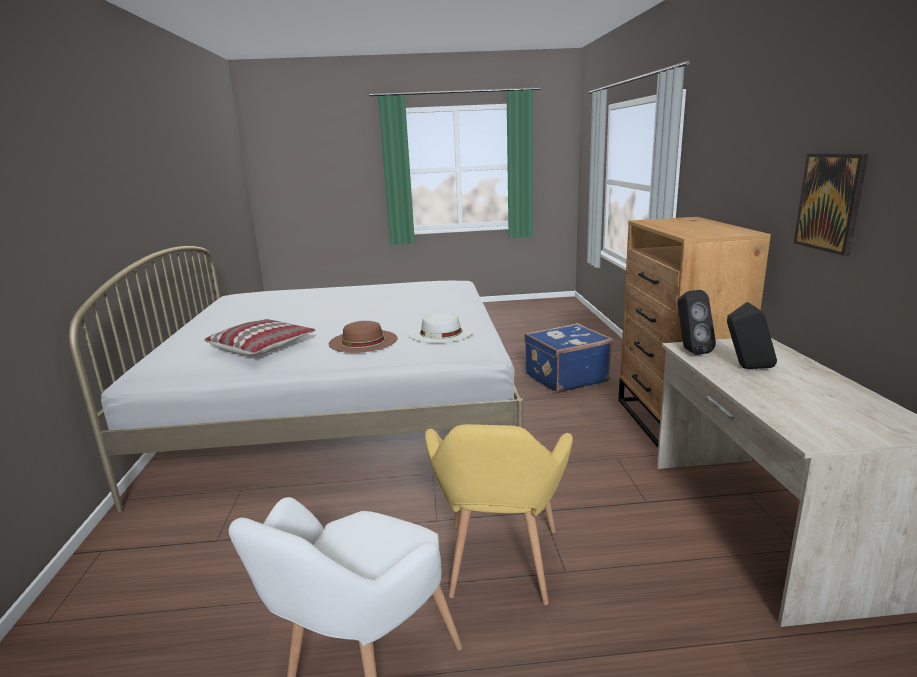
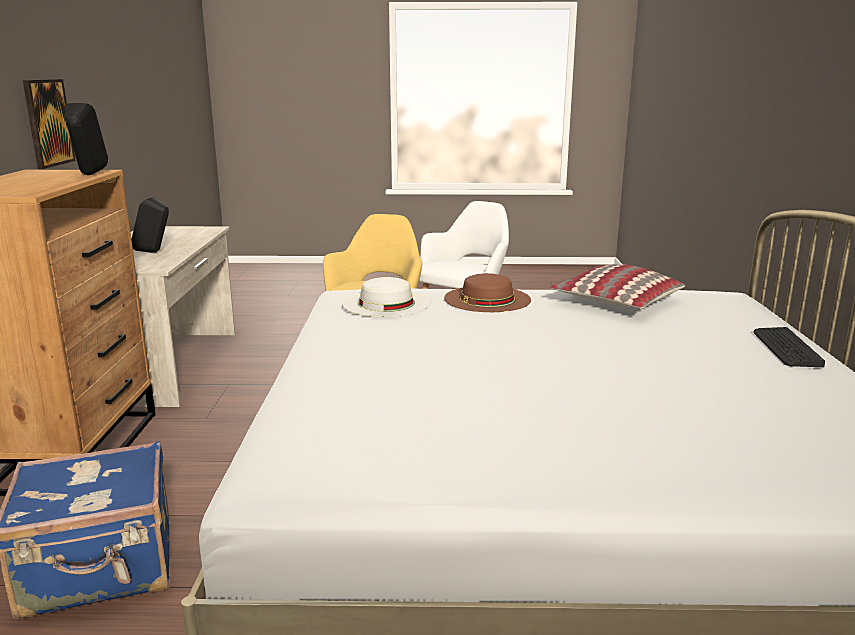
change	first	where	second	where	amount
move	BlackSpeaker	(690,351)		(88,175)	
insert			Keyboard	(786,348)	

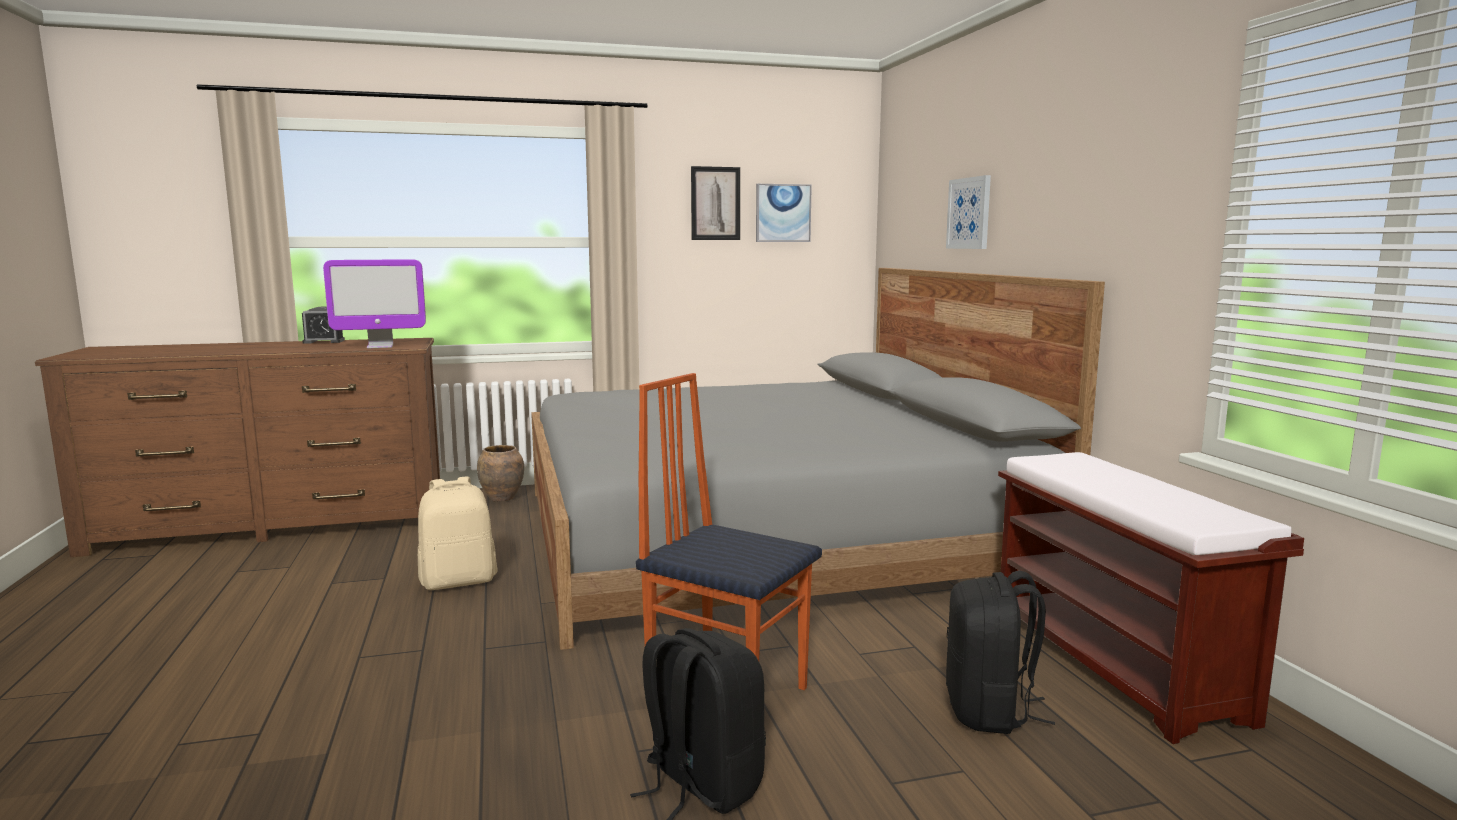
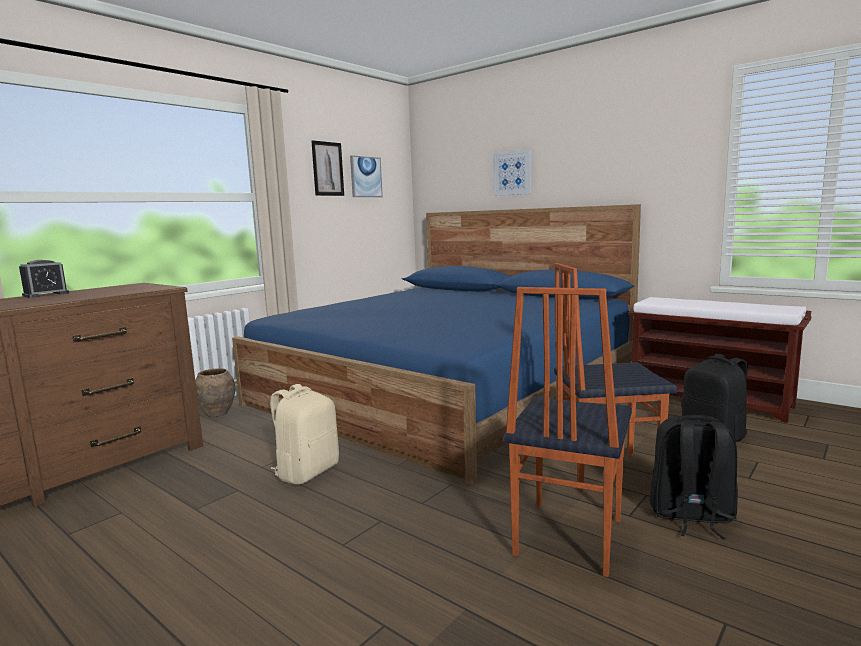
change	first	where	second	where	amount
delete	Monitor	(380,346)			
recolor	GreyBed	(766,534)	BlueBed	(447,389)	
insert			Chair	(566,537)	

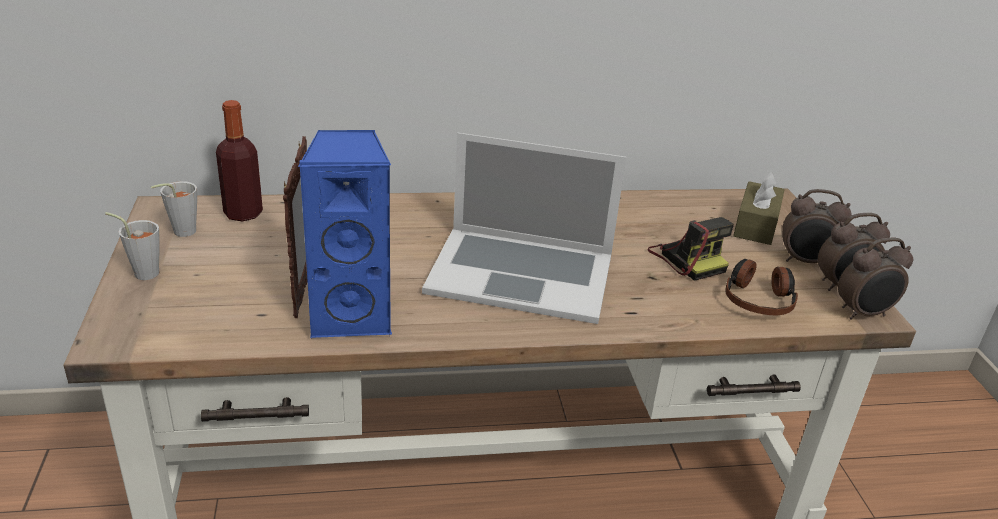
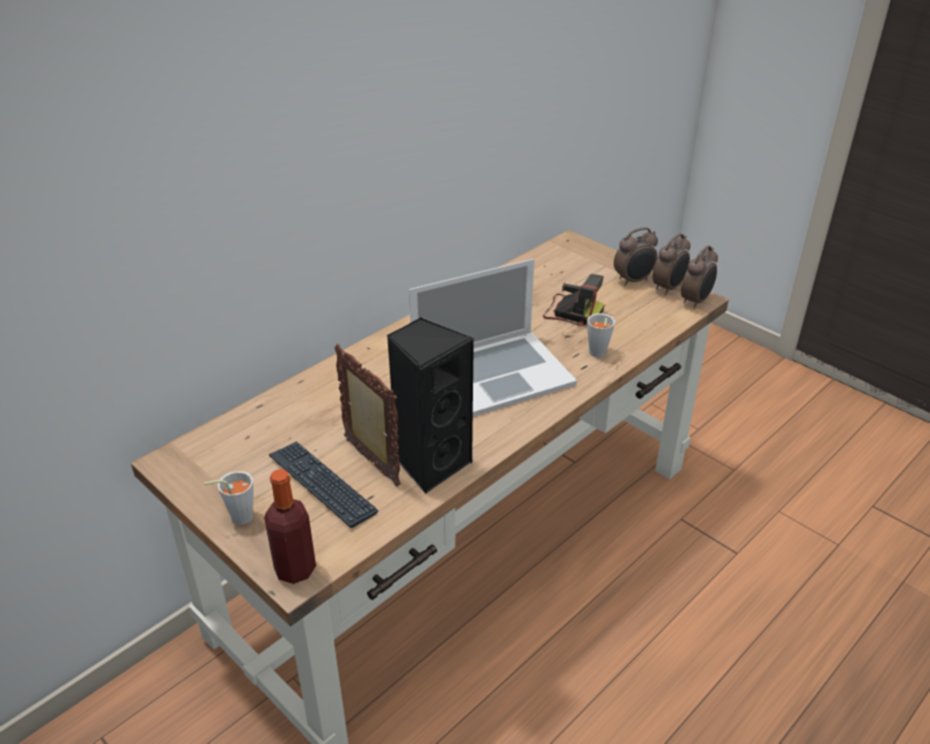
change	first	where	second	where	amount
move	GreyCup	(180,232)		(597,354)	
move	Bottle	(243,213)		(295,569)	
recolor	BlueSpeaker	(352,316)	BlackSpeaker	(430,463)	
delete	Headphones	(758,299)			
delete	BrownTissueBox	(756,225)			
insert			Keyboard	(322,484)	

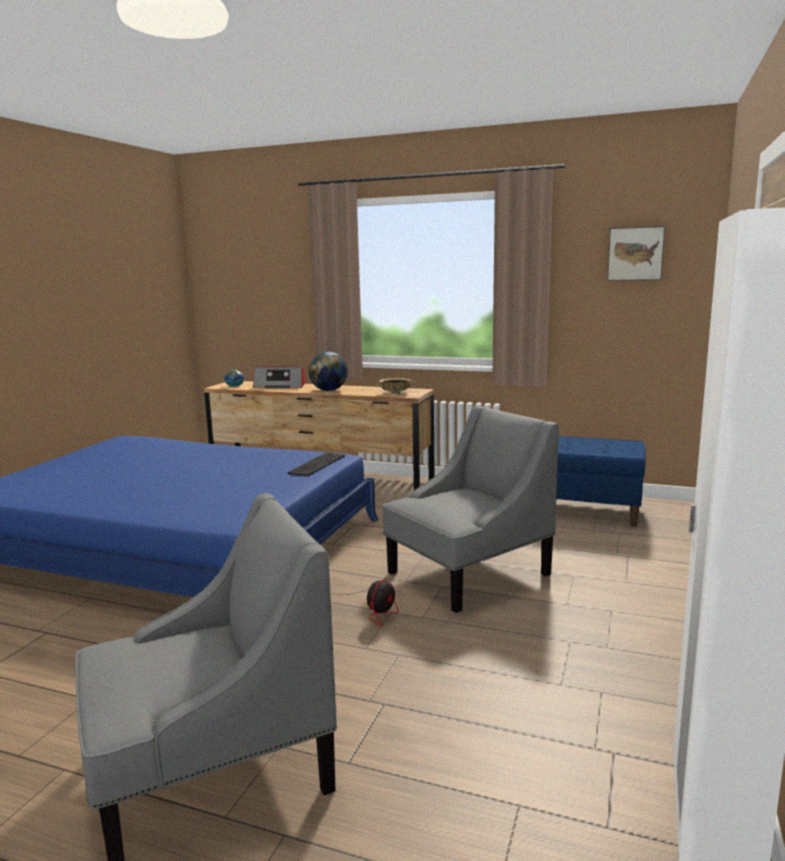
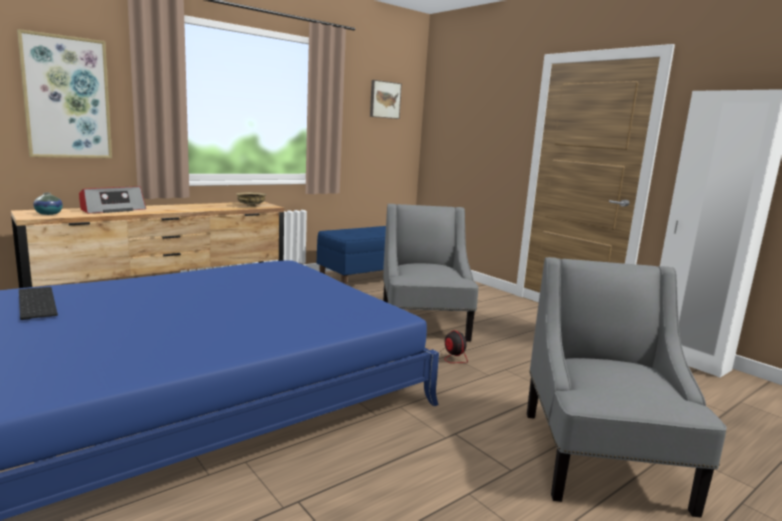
change	first	where	second	where	amount
move	Keyboard	(316,464)		(34,302)	
delete	Globe	(329,390)			
insert			Picture	(67,98)	

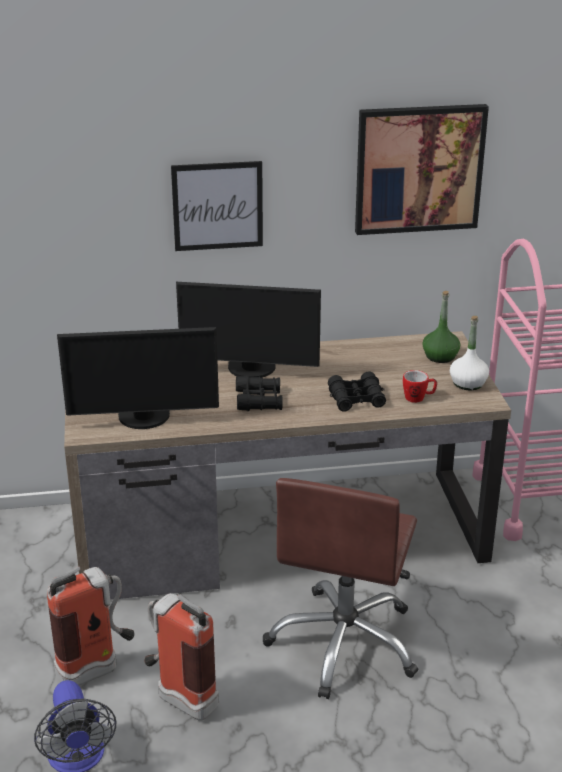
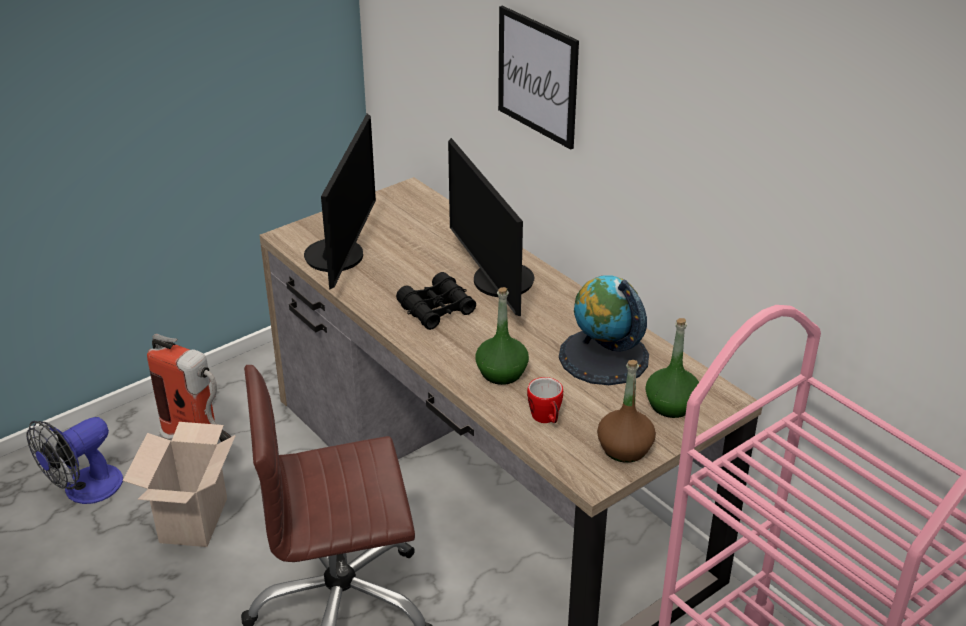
change	first	where	second	where	amount
rotate	Monitor	(144,418)		(341,256)	135 degrees counterclockwise
replace	FireExtinguisher	(179,697)	CardboardBox	(192,518)	
replace	BlackBinoculars	(356,399)	GreenBottle	(501,372)	
delete	Picture	(419,169)			
recolor	WhiteBottle	(468,383)	BrownBottle	(624,448)	
insert			Globe	(603,357)	

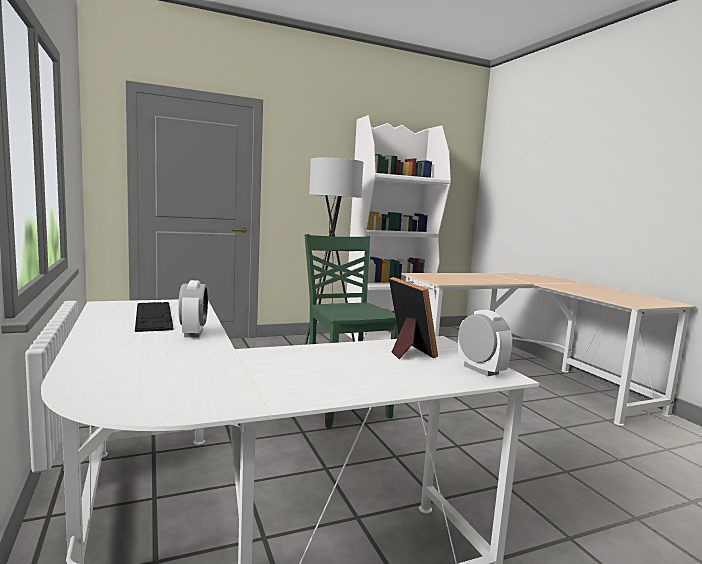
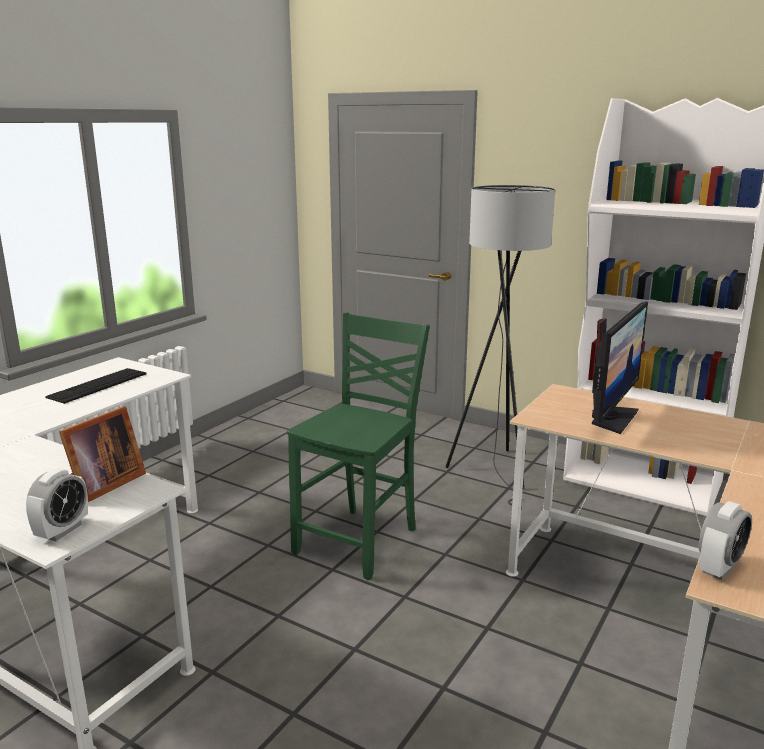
change	first	where	second	where	amount
move	AlarmClock	(193,333)		(719,568)	
insert			Monitor	(611,418)	

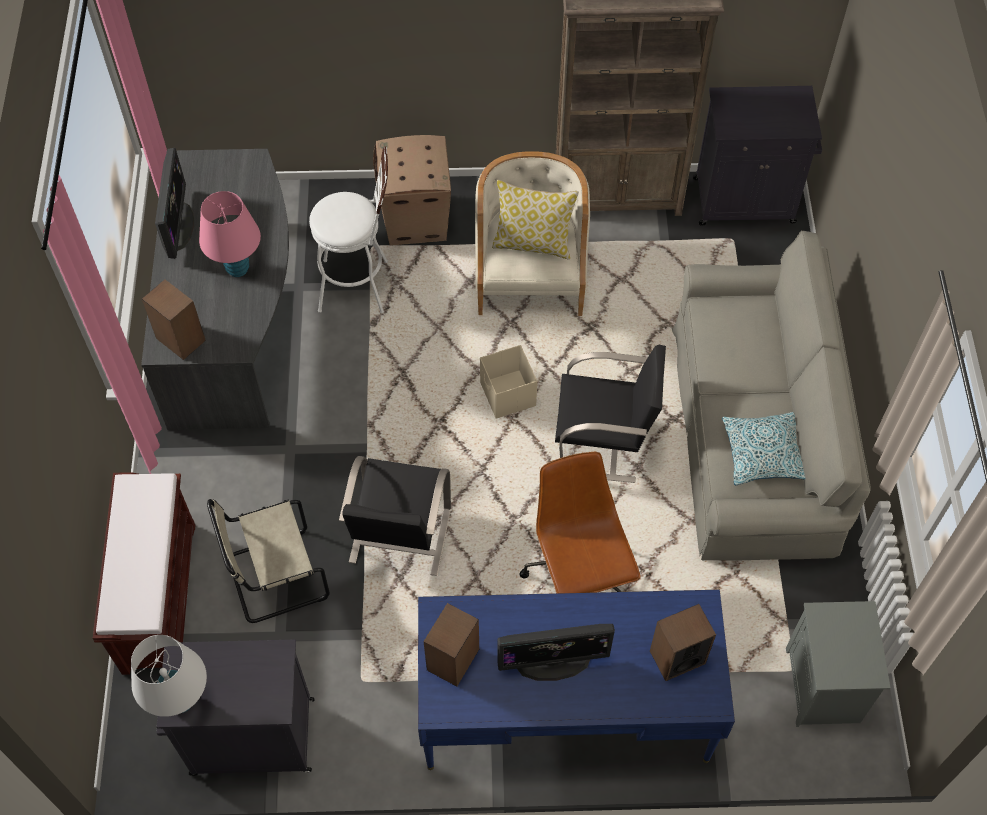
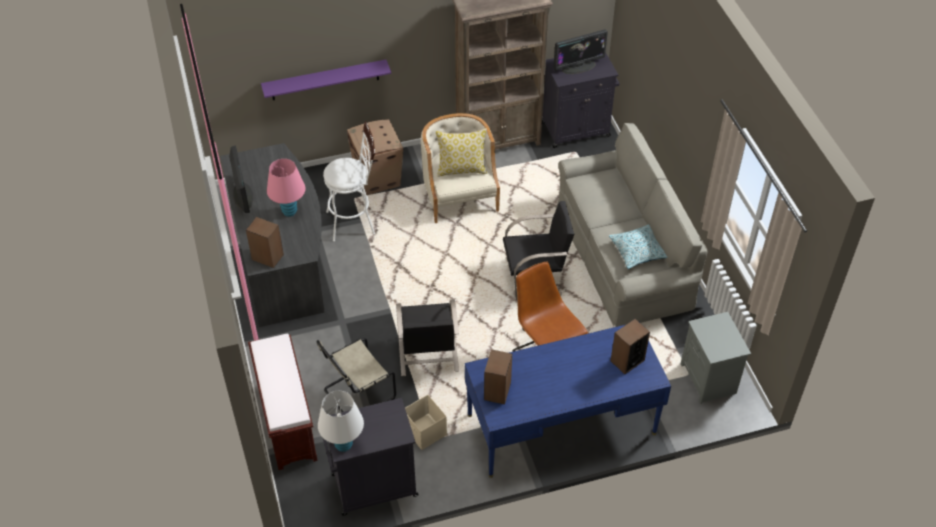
change	first	where	second	where	amount
move	BeigeStorageBox	(507,395)		(425,432)	
move	Monitor	(553,662)		(578,66)	
insert			PurpleShelf	(325,80)	

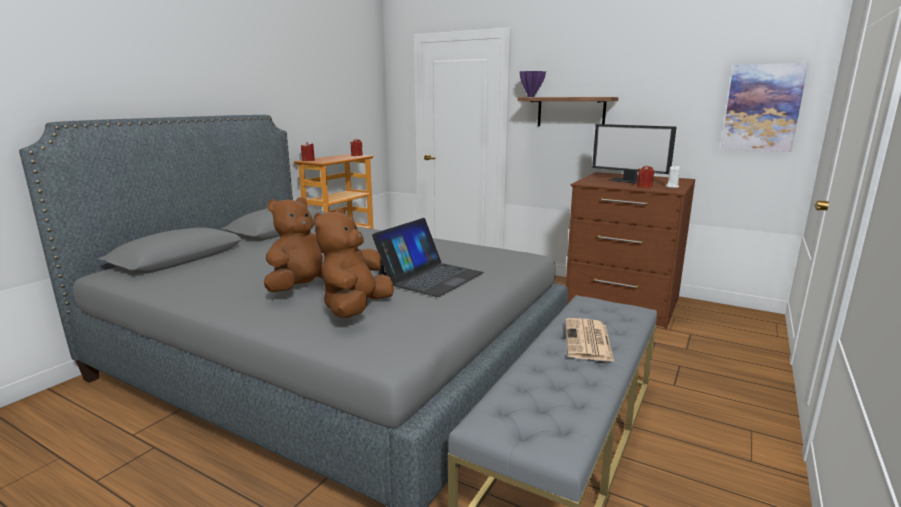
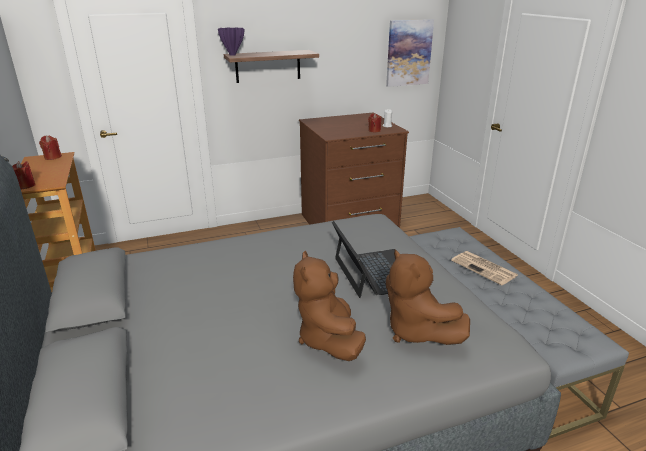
change	first	where	second	where	amount
delete	Monitor	(629,181)			

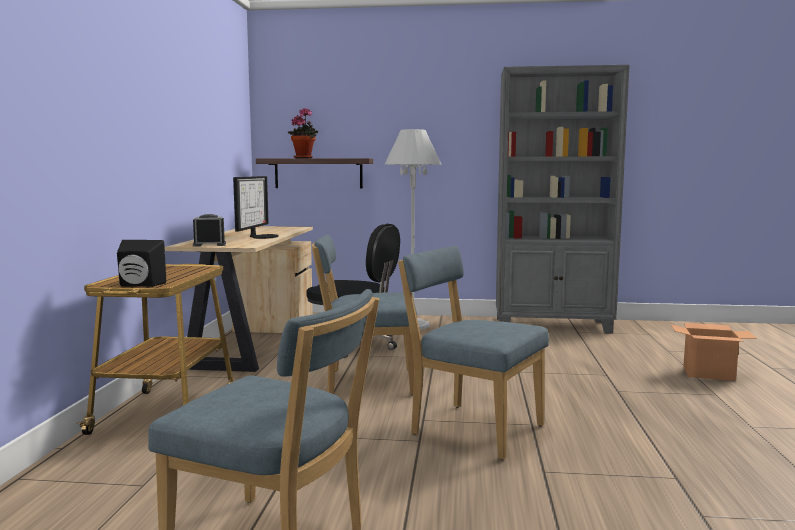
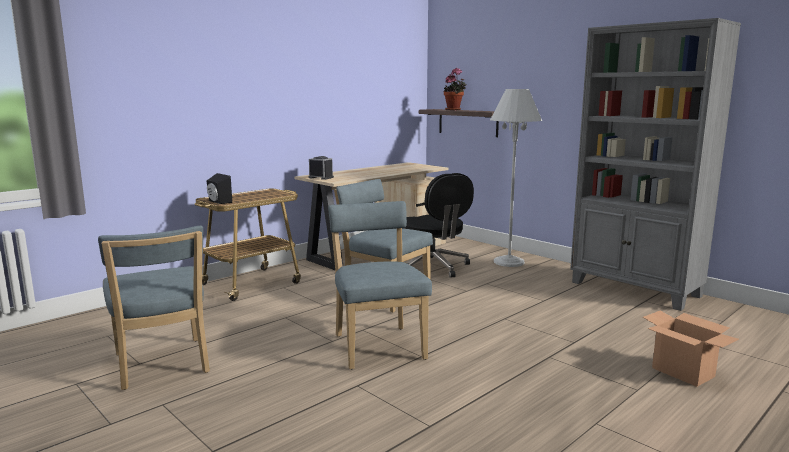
change	first	where	second	where	amount
delete	Monitor	(261,236)			

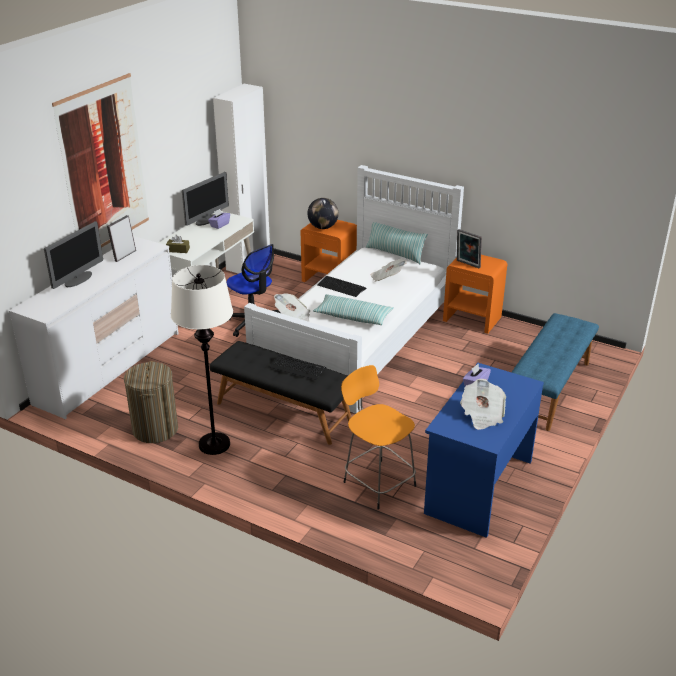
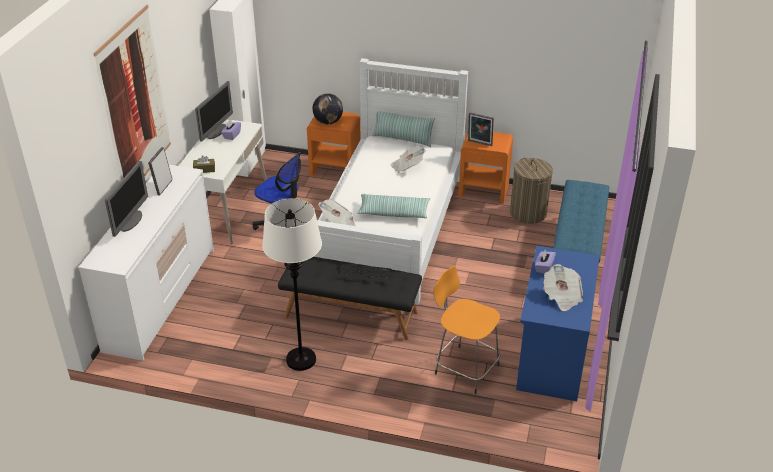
change	first	where	second	where	amount
move	LaundryBasket	(155,429)		(528,213)	
delete	Keyboard	(341,287)			

